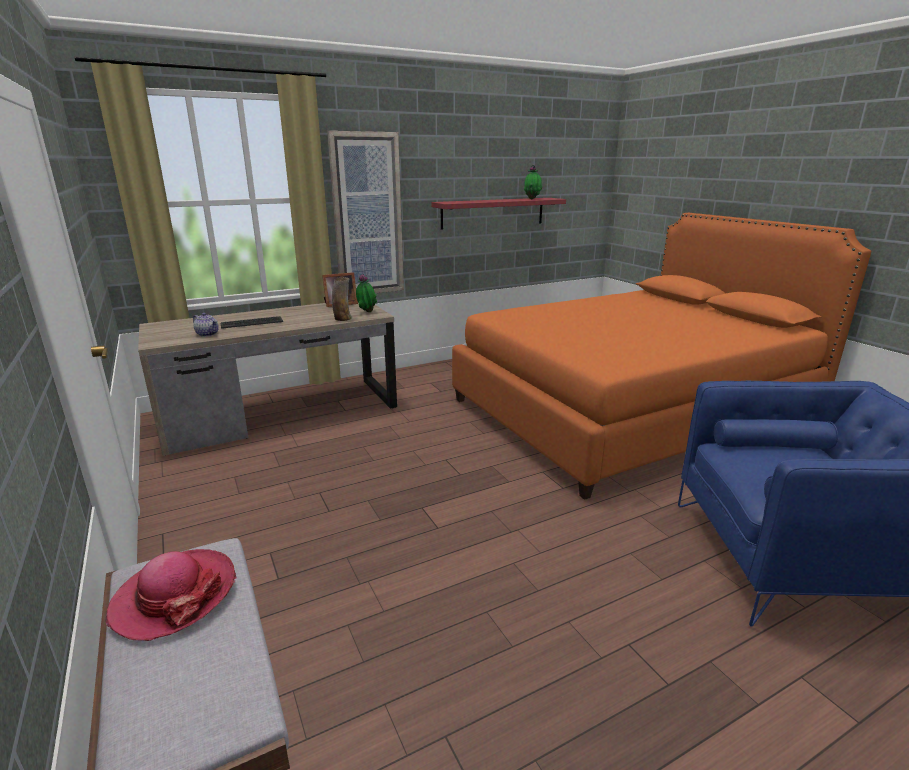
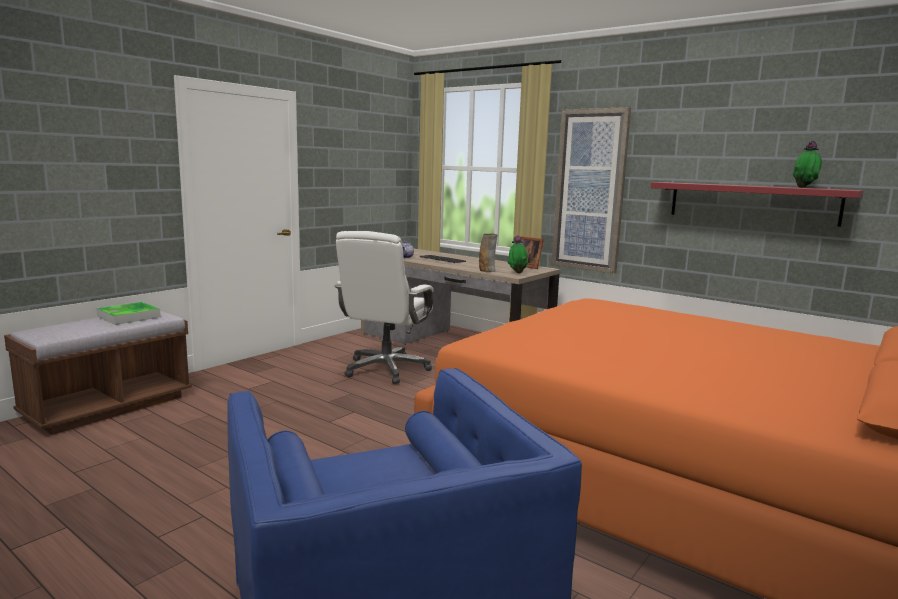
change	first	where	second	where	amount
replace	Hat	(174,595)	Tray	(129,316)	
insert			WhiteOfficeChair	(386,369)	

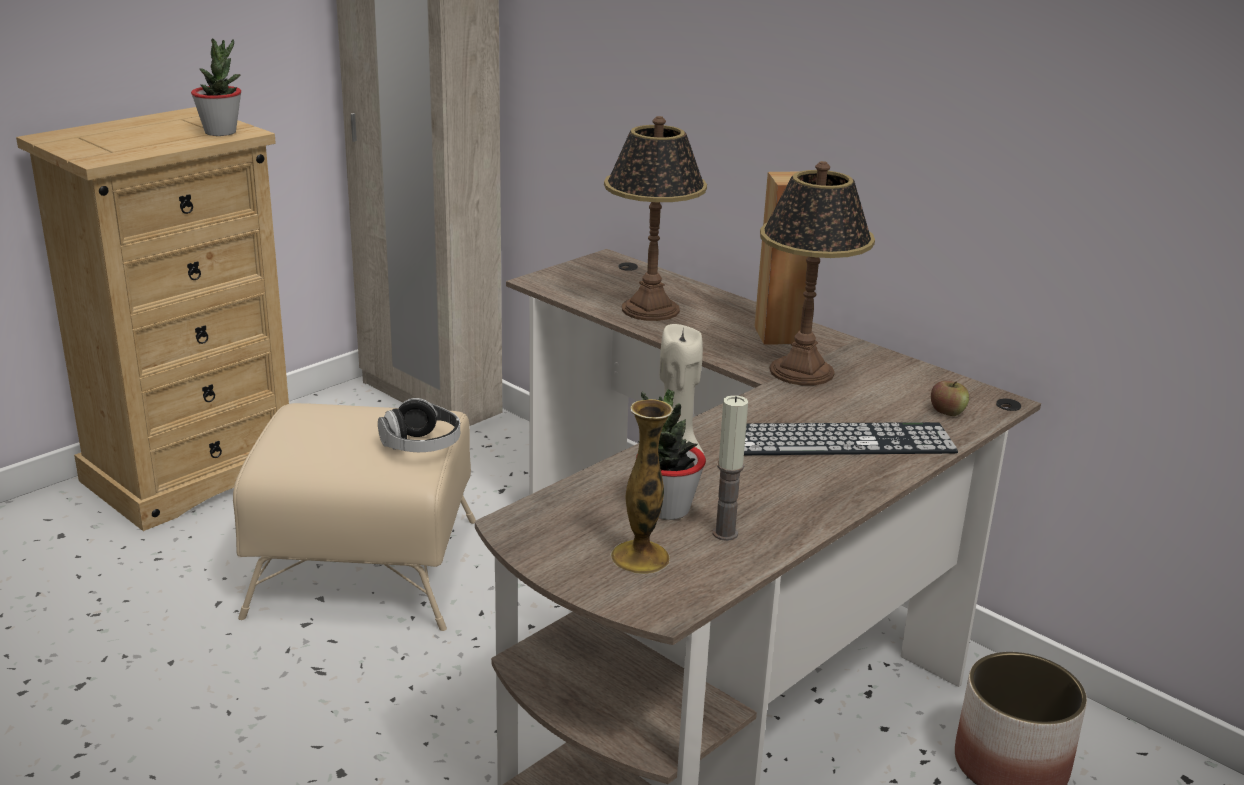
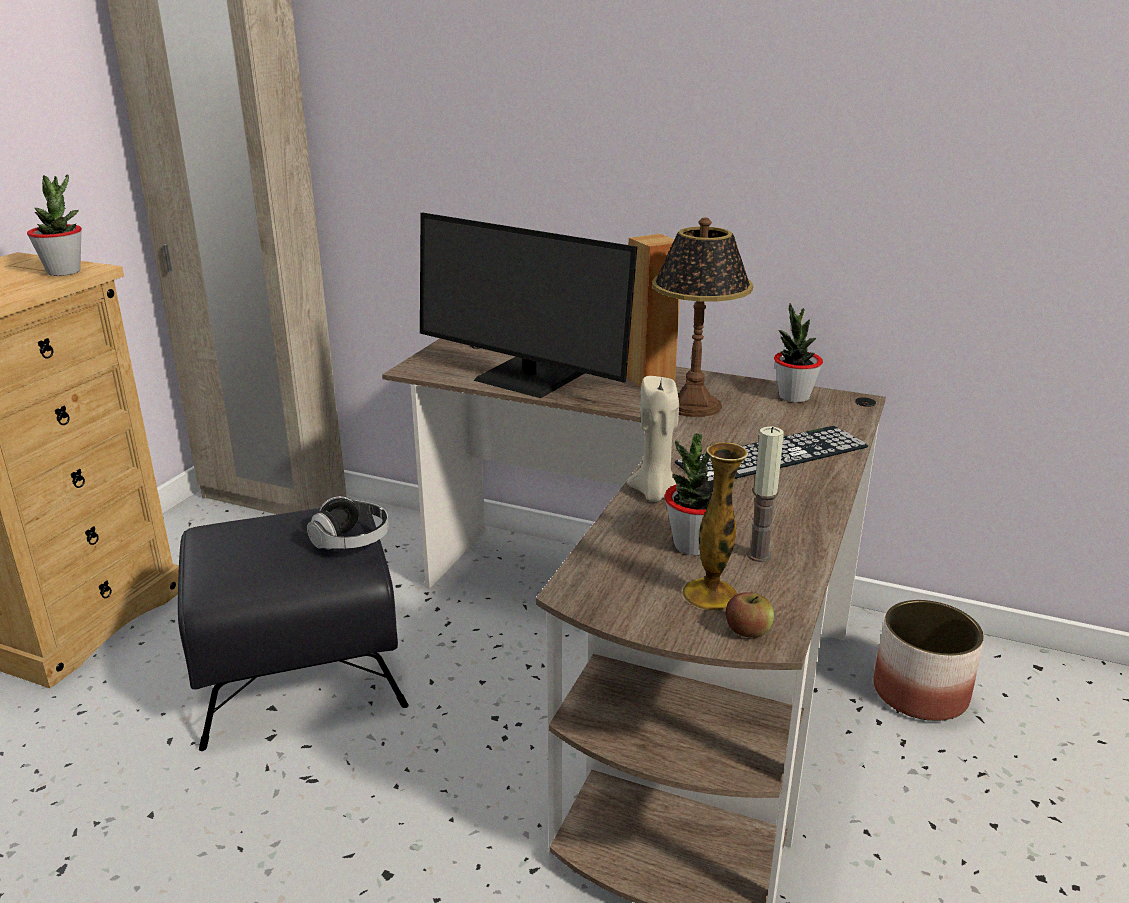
change	first	where	second	where	amount
recolor	BeigeOttoman	(366,567)	BlackOttoman	(300,667)	
replace	TableLamp	(650,309)	Monitor	(528,377)	
move	Apple	(947,411)		(748,630)	
insert			PottedPlant	(793,397)	

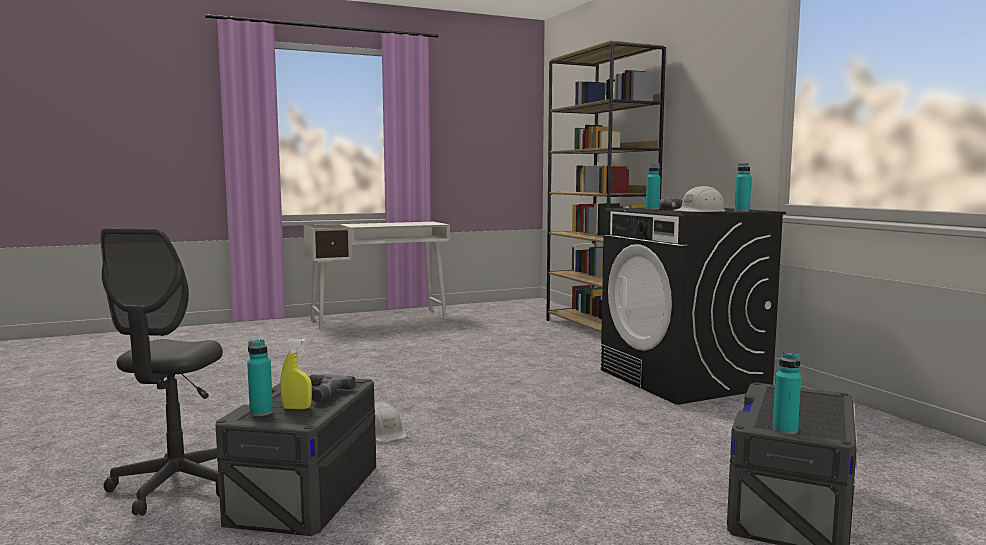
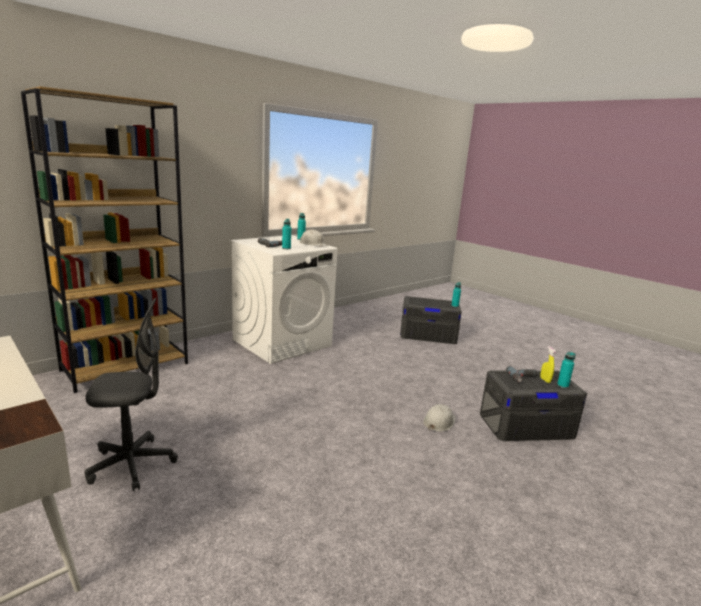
change	first	where	second	where	amount
move	GreyOfficeChair	(176,486)		(132,464)	
recolor	BlackWashingMachine	(684,379)	WhiteWashingMachine	(282,342)	

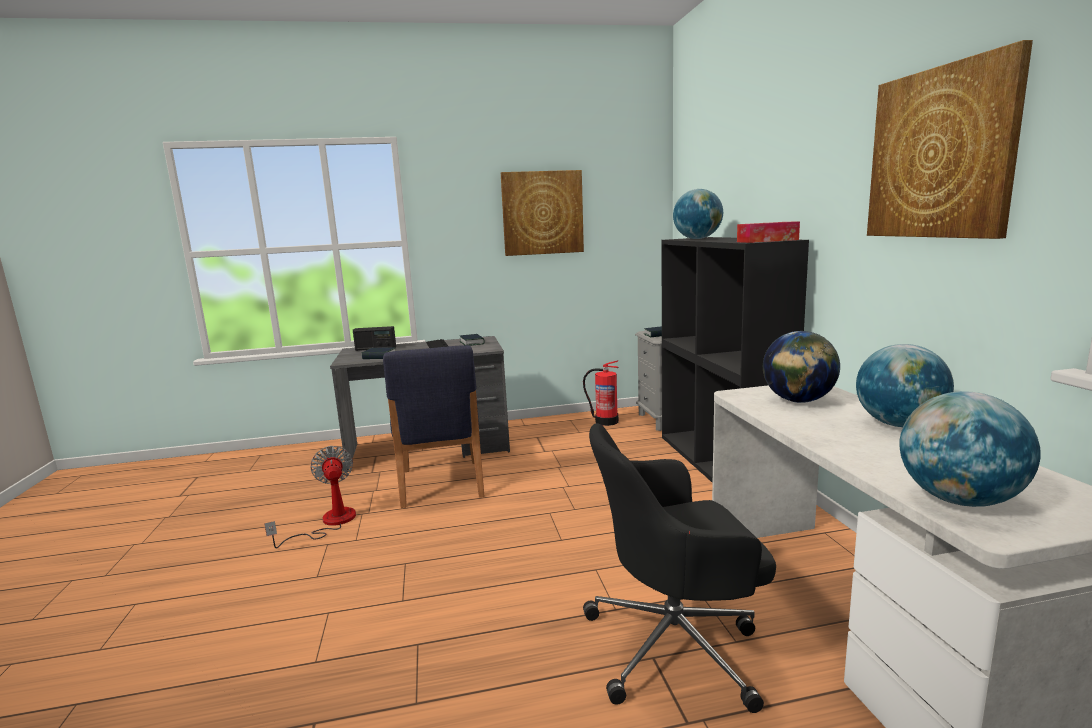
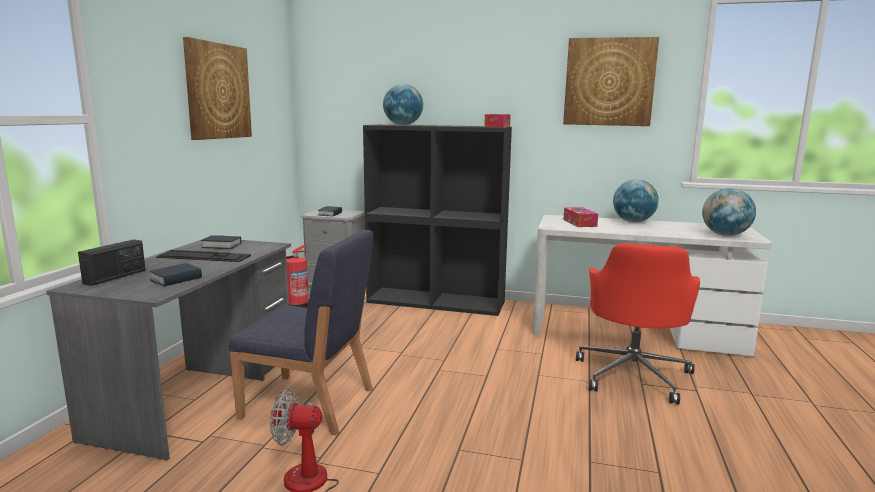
change	first	where	second	where	amount
recolor	BlackOfficeChair	(676,645)	RedOfficeChair	(633,374)	
replace	Globe	(798,401)	TissueBox	(579,223)	

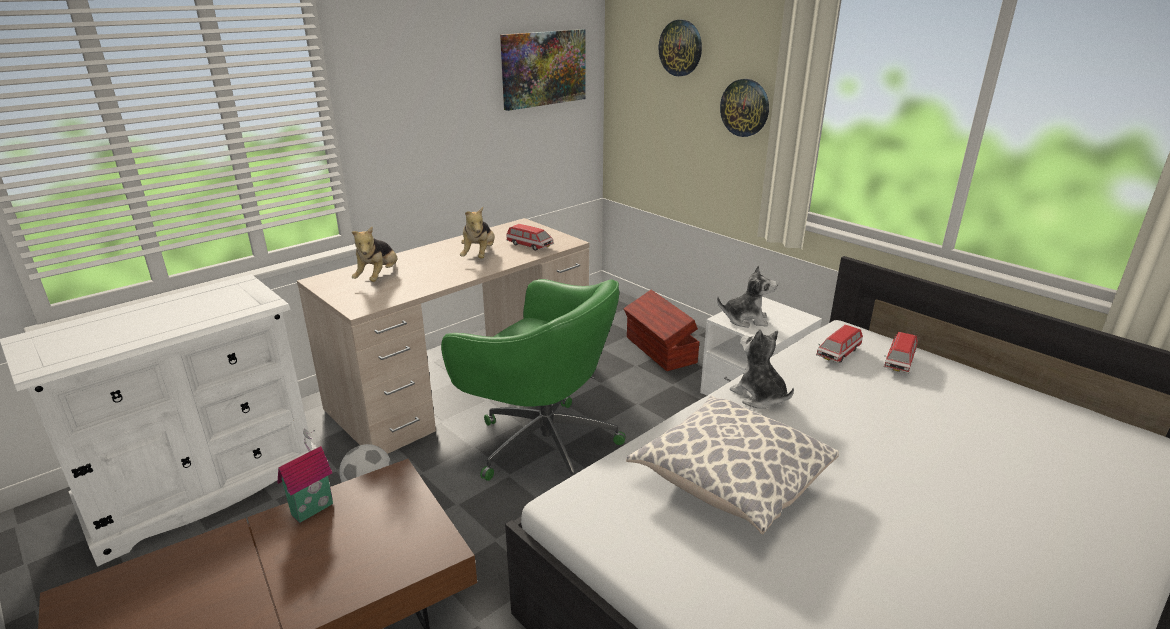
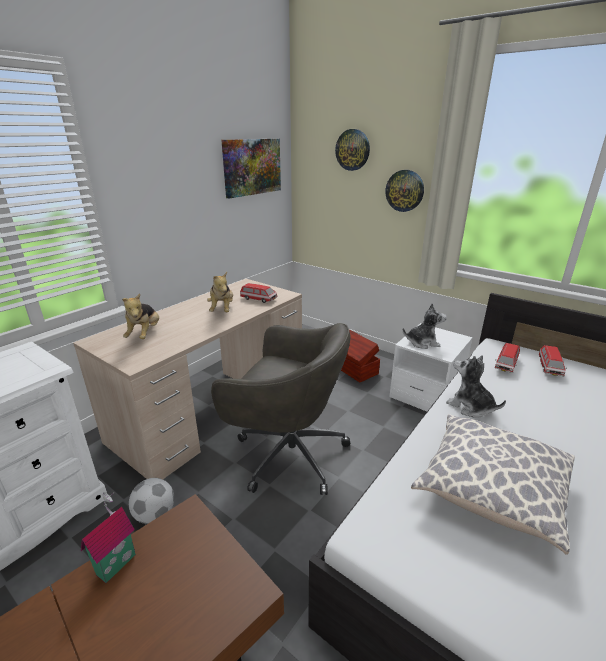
change	first	where	second	where	amount
recolor	GreenOfficeChair	(542,444)	GreyOfficeChair	(288,453)	

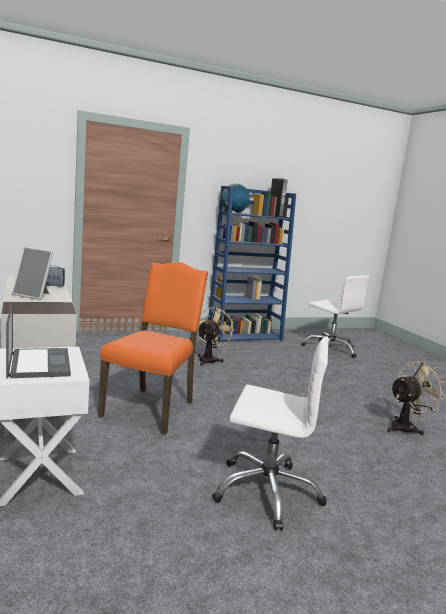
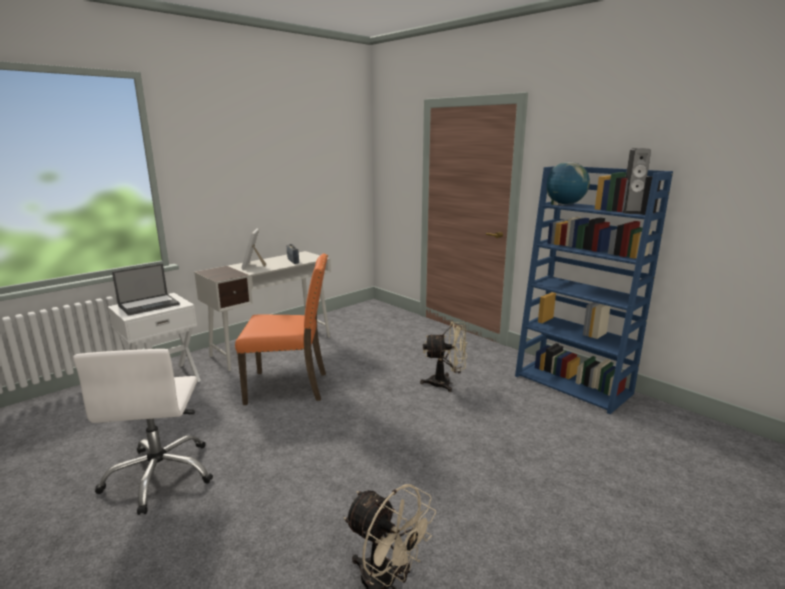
change	first	where	second	where	amount
delete	WhiteOfficeChair	(330,349)			

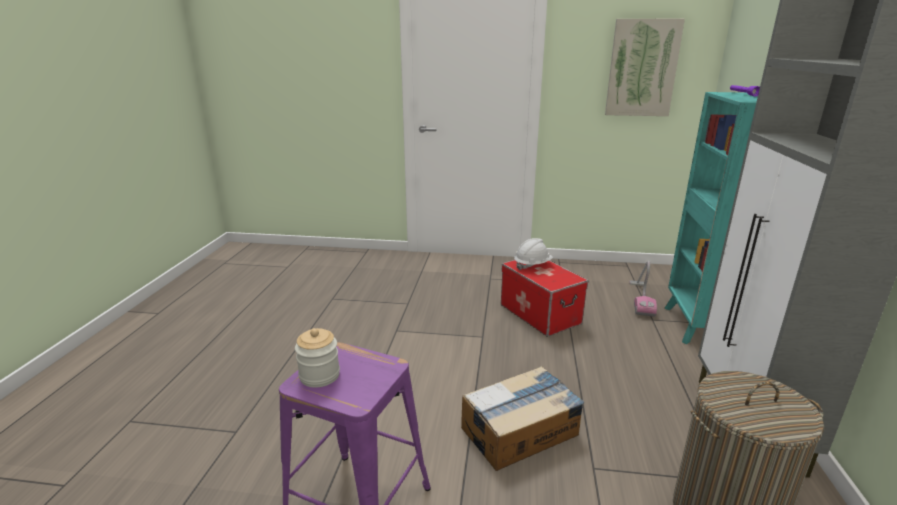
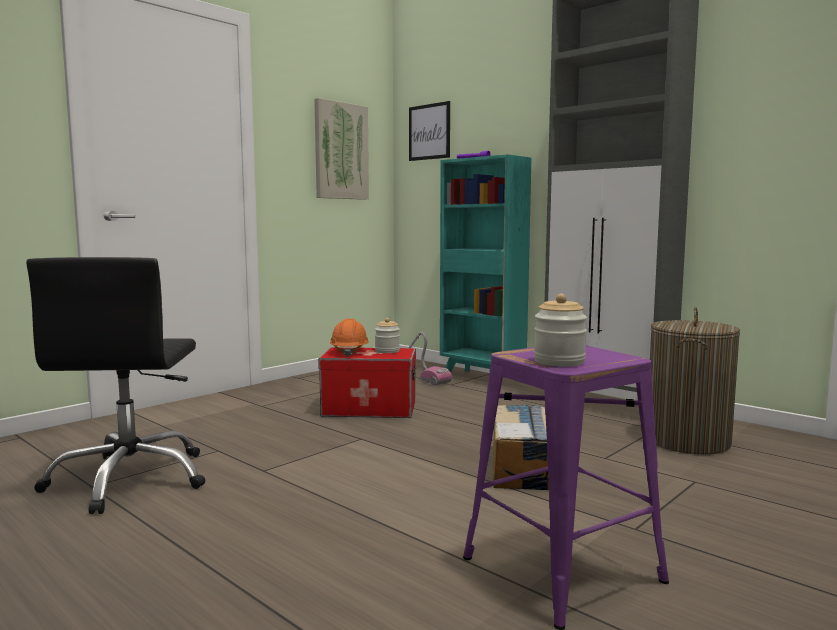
change	first	where	second	where	amount
recolor	WhiteHardHat	(532,265)	OrangeHardHat	(349,352)	
insert			BlackOfficeChair	(130,479)	
insert			Jar	(387,351)	
insert			Picture	(429,132)	

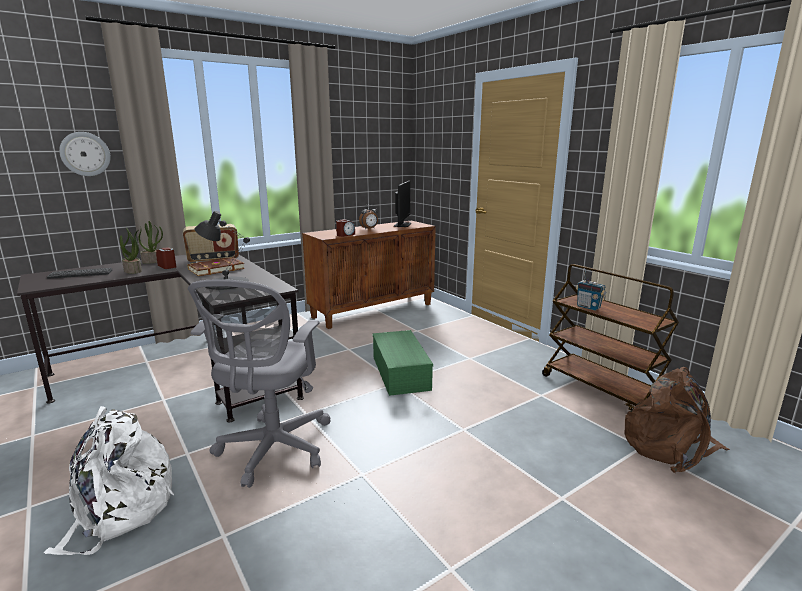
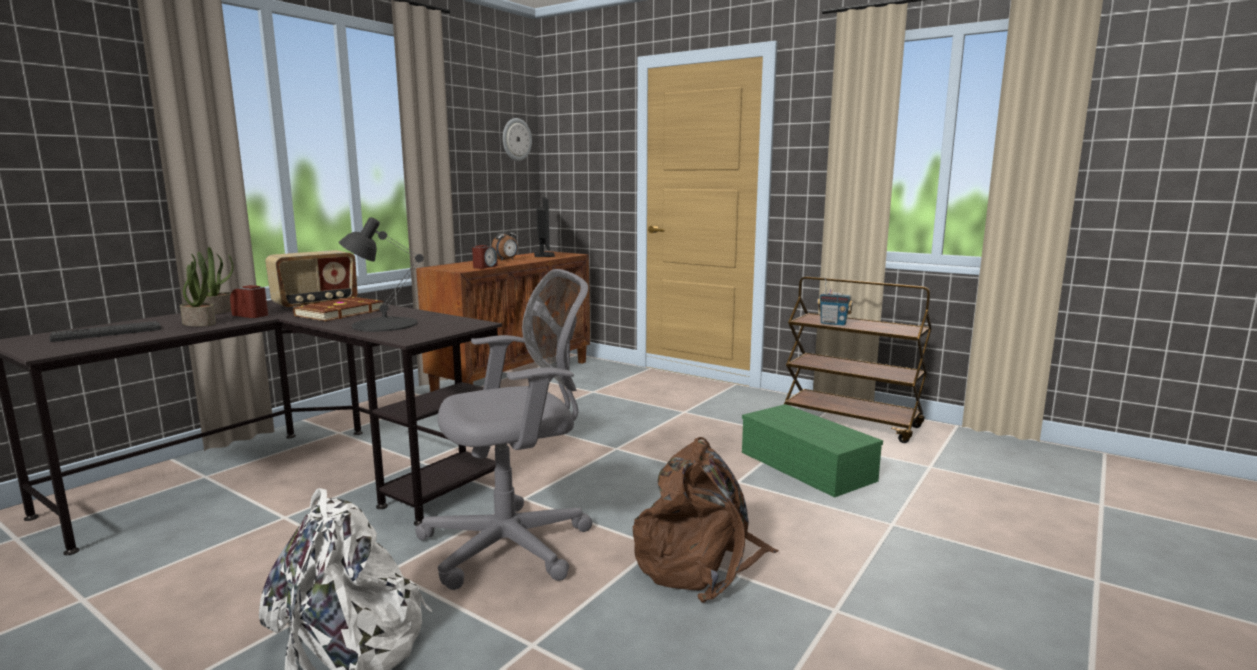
change	first	where	second	where	amount
move	WallClock	(85,154)		(516,139)	
rotate	GreyOfficeChair	(272,451)		(514,545)	105 degrees counterclockwise
move	GreenStorageBox	(401,373)		(809,466)	
move	BrownBackpack	(669,446)		(700,562)	

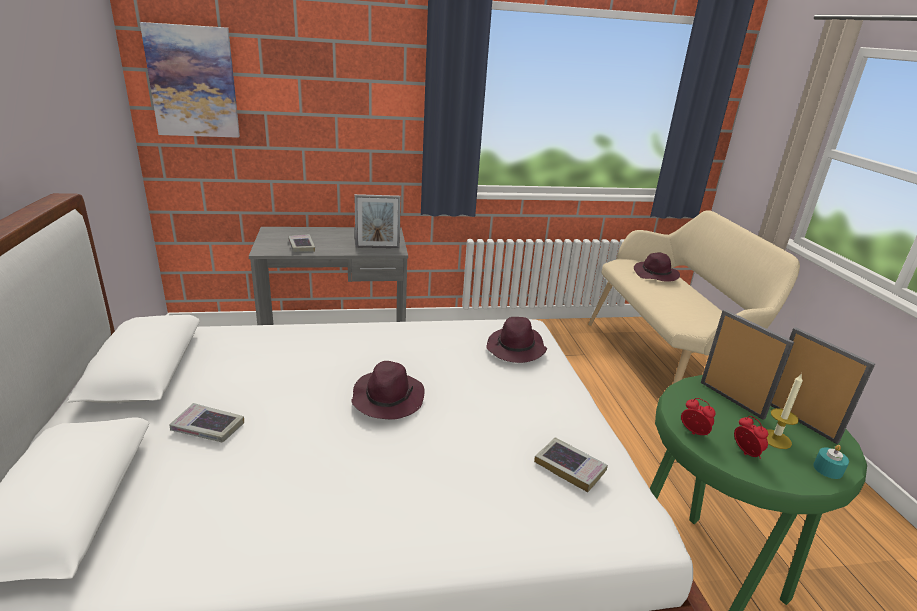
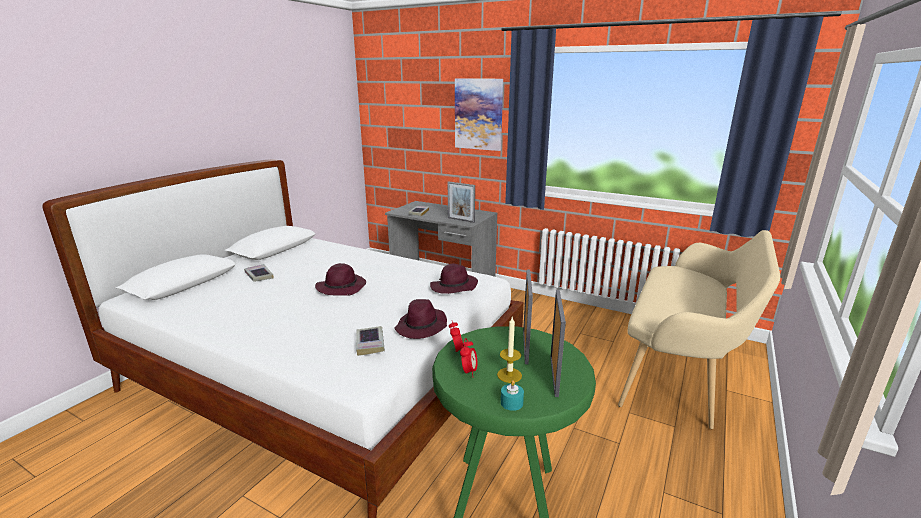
change	first	where	second	where	amount
move	Picture	(193,82)		(478,114)	
move	PurpleHat	(656,275)		(421,327)	

